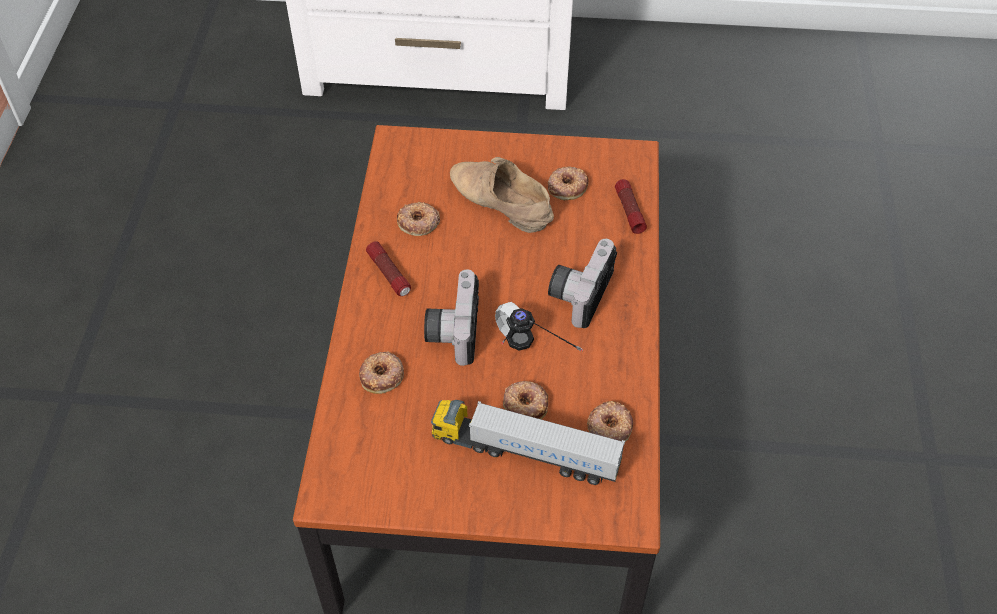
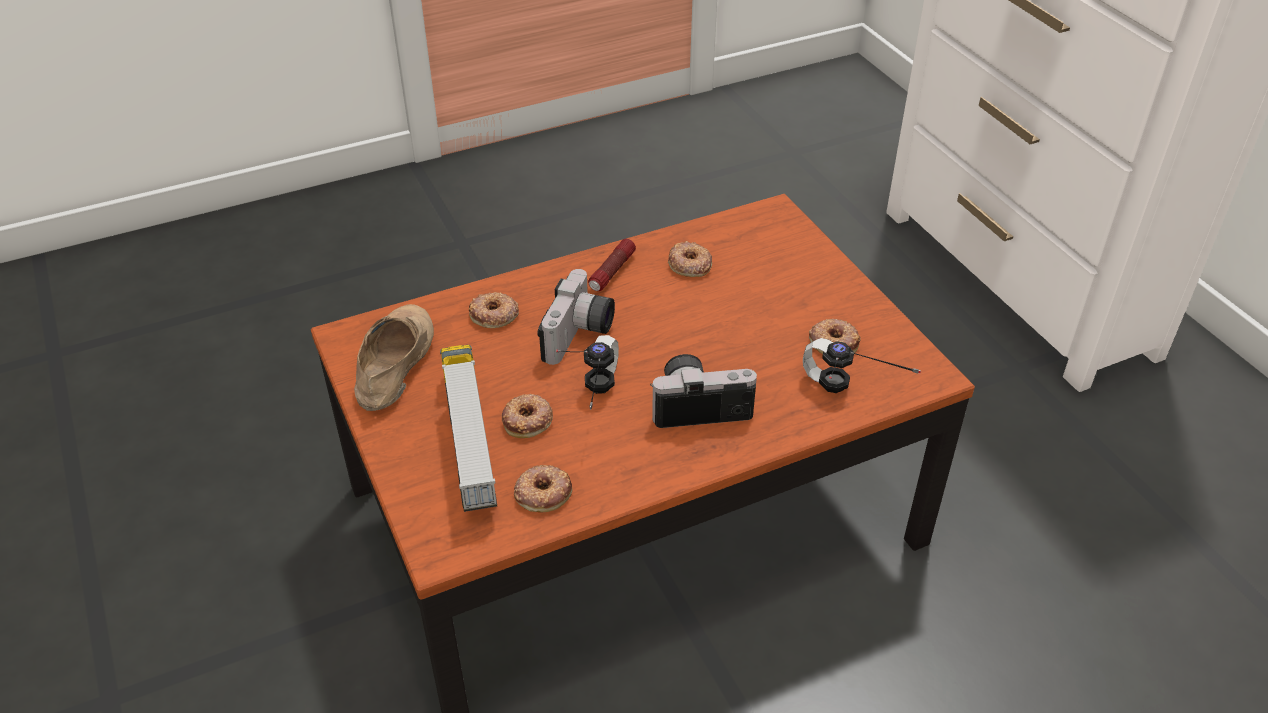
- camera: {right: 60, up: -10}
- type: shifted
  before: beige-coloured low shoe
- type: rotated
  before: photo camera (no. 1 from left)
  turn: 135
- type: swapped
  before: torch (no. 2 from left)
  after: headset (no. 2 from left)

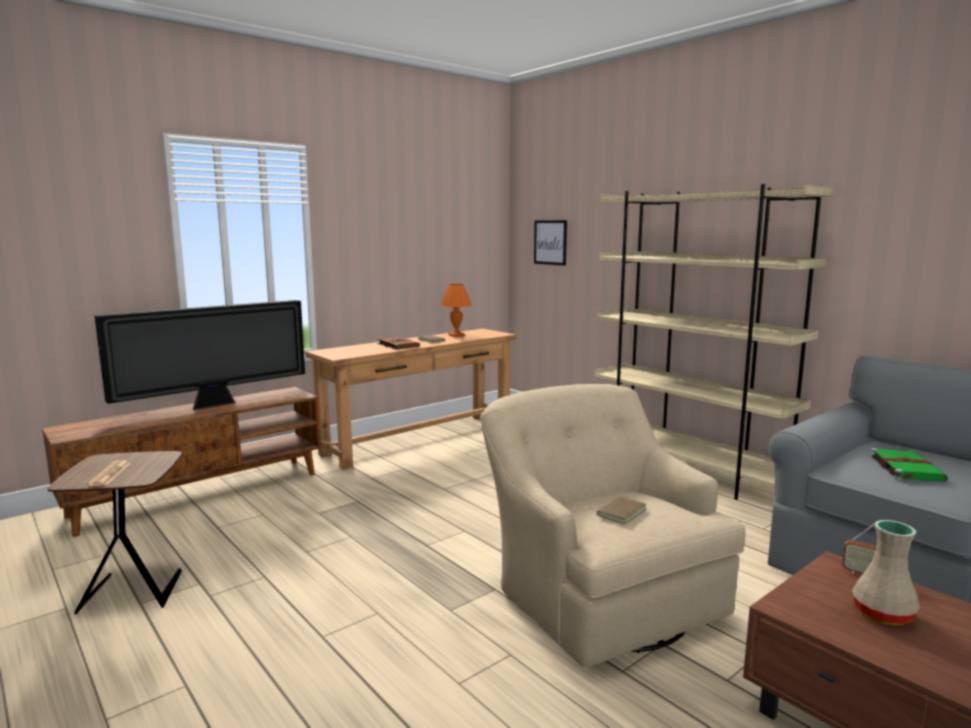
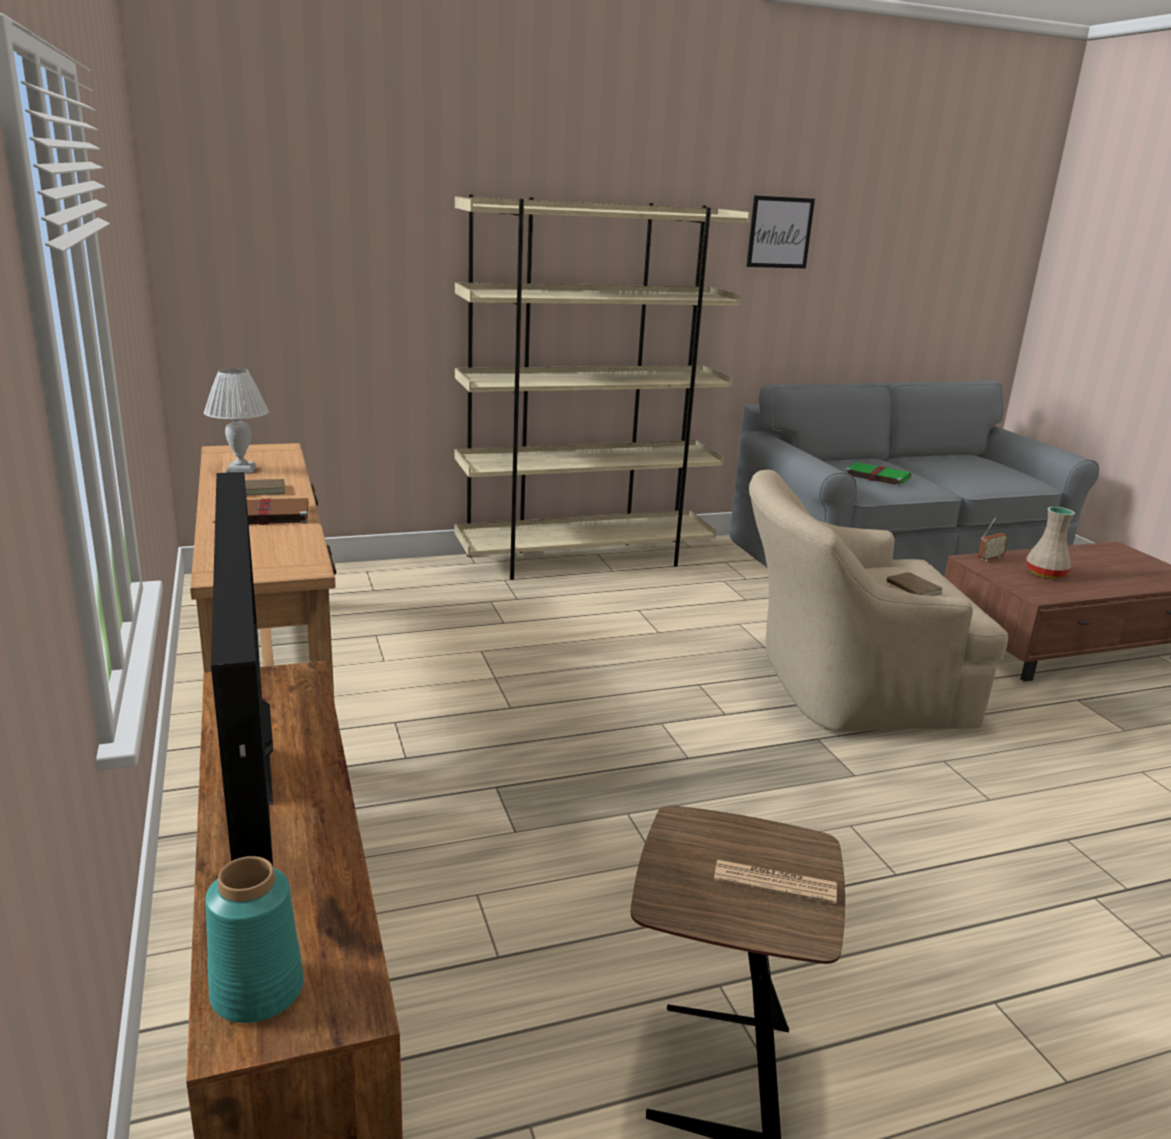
- camera: {right: -70, up: 10}
- type: repainted
  before: orange-coloured tabletop lamp
  after: white tabletop lamp
- type: new
  after: turquoise-coloured flower vase
- type: shifted
  before: wall art

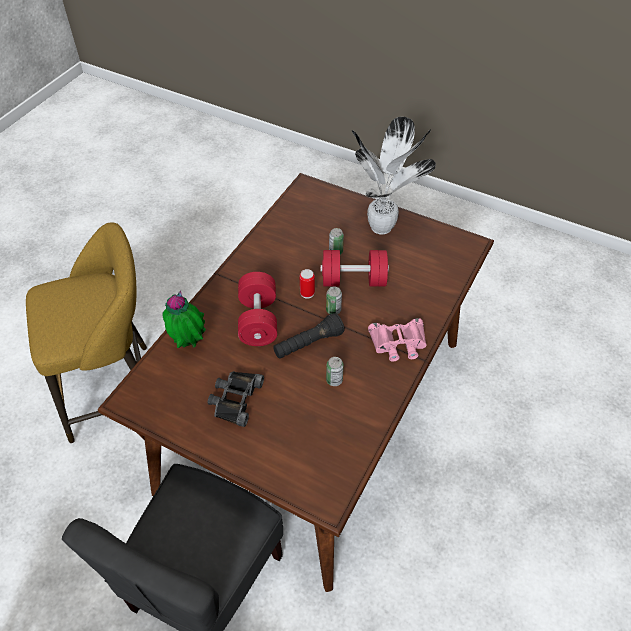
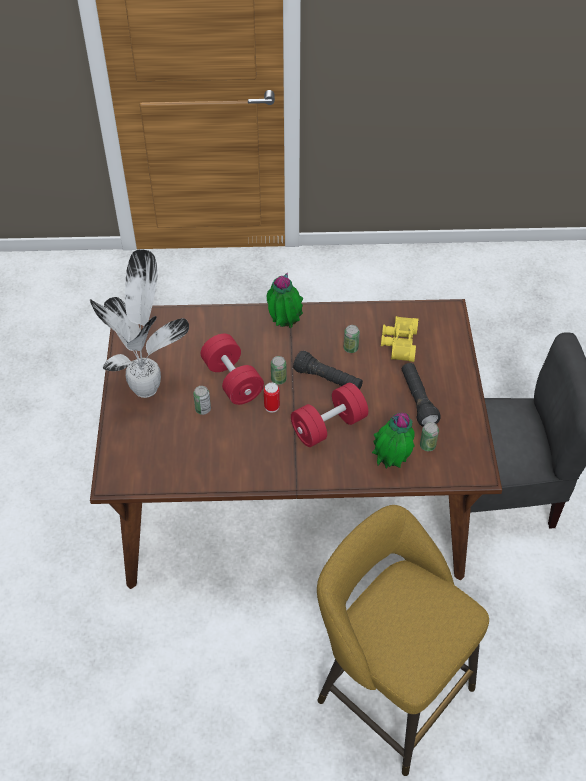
- camera: {right: -120, up: 0}
- type: swapped
  before: pinkish pair of binoculars
  after: plant in a pot (no. 2 from left)
- type: new
  after: yellowish pair of binoculars
- type: swapped
  before: black-coloured pair of binoculars
  after: black-coloured torch (no. 2 from left)
- type: new
  after: can (no. 5 from left)

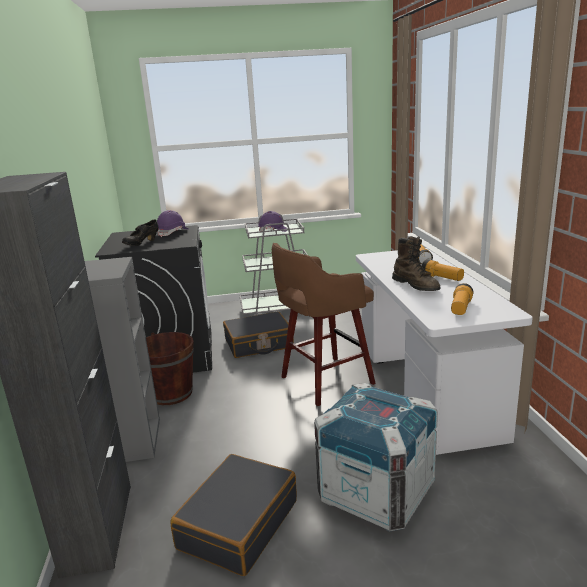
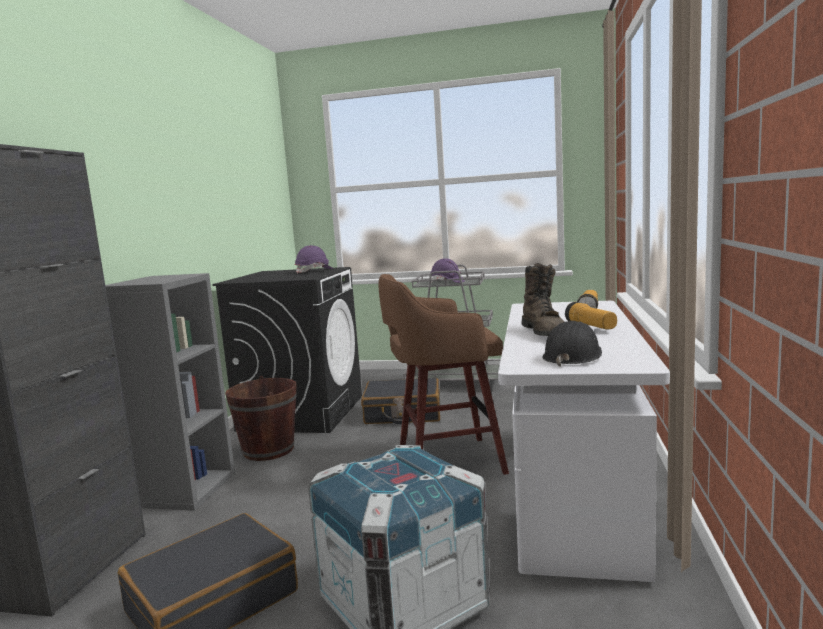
- camera: {right: 20, up: -10}
- type: swapped
  before: torch (no. 3 from left)
  after: black-coloured hard hat
- type: gone
  before: black-coloured low shoe

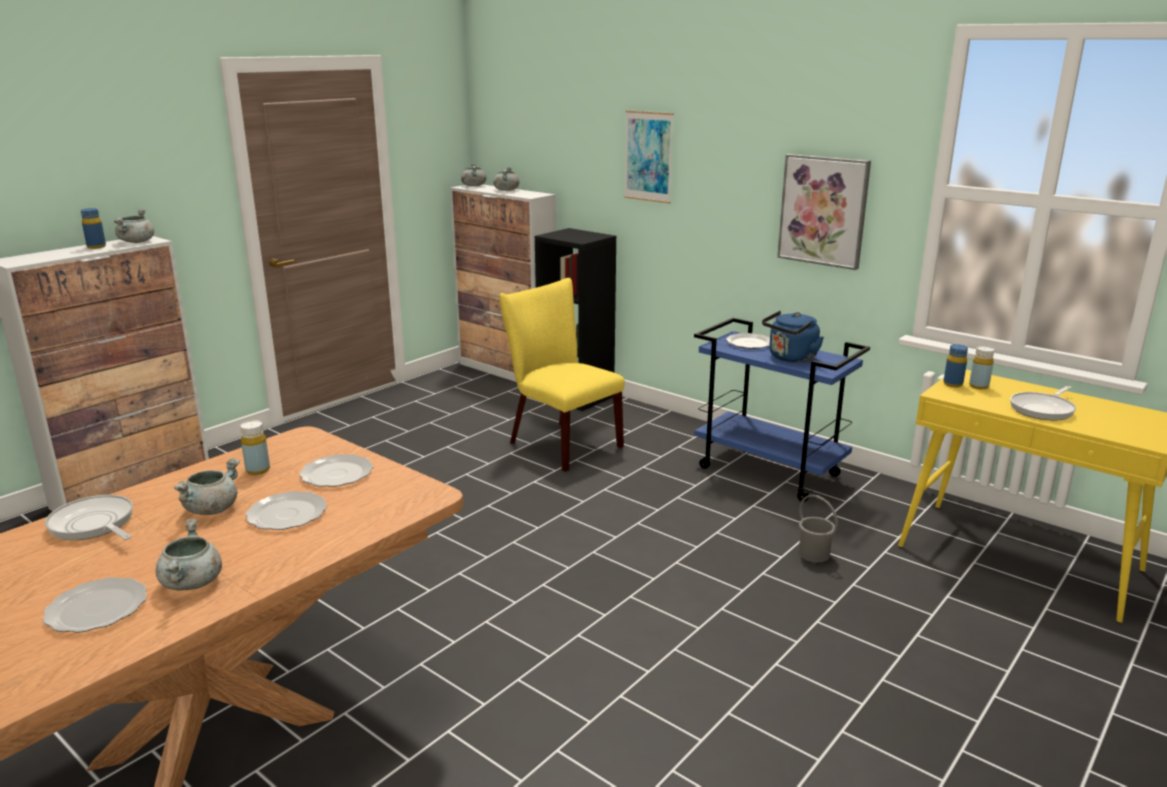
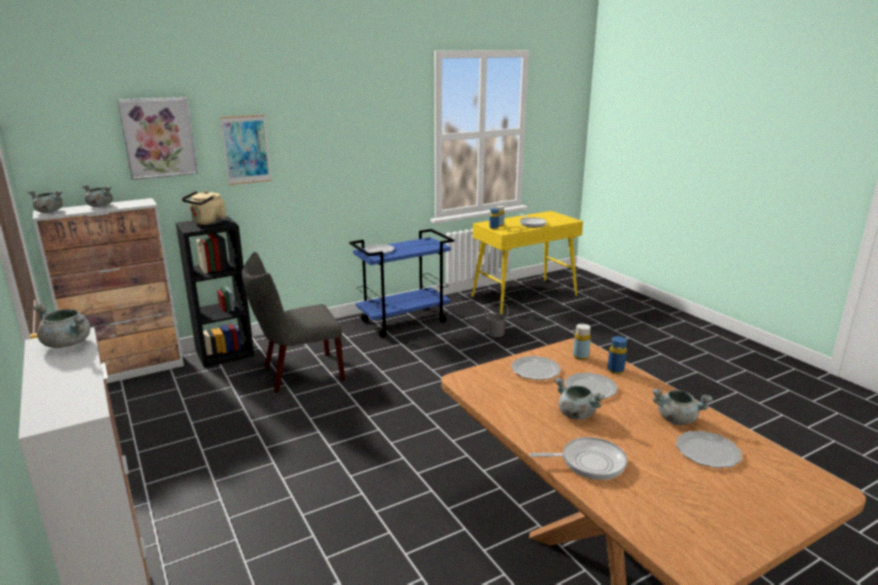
- camera: {right: -70, up: 0}
- type: shifted
  before: wall art (no. 2 from left in the first image)
  after: wall art (no. 1 from left)
- type: new
  after: beige-coloured water kettle
- type: repainted
  before: yellowish upright chair
  after: greyish upright chair
- type: rotated
  before: skillet (no. 1 from left in the first image)
  turn: -150
- type: shifted
  before: yellowish drink bottle (no. 1 from left in the first image)
  after: yellowish drink bottle (no. 2 from left)
- type: shifted
  before: bluish drink bottle (no. 1 from left in the first image)
  after: bluish drink bottle (no. 2 from left)
- type: gone
  before: bluish water kettle

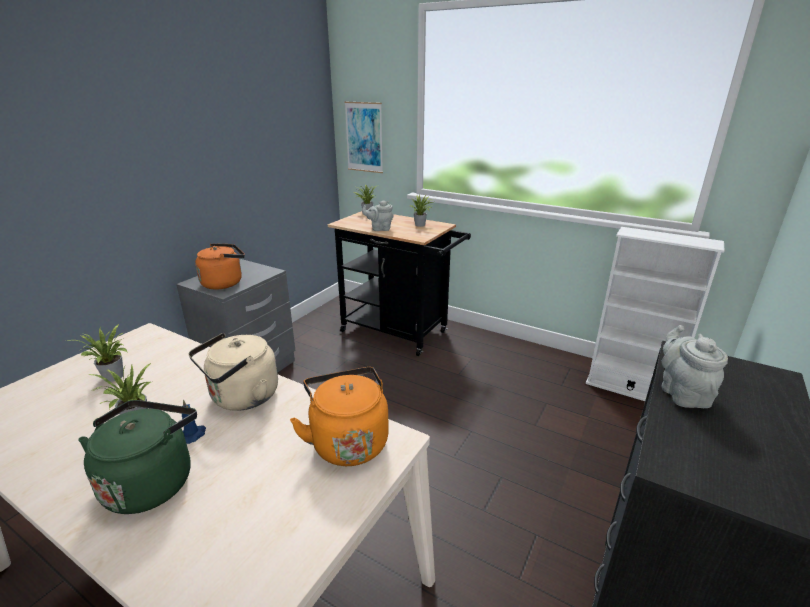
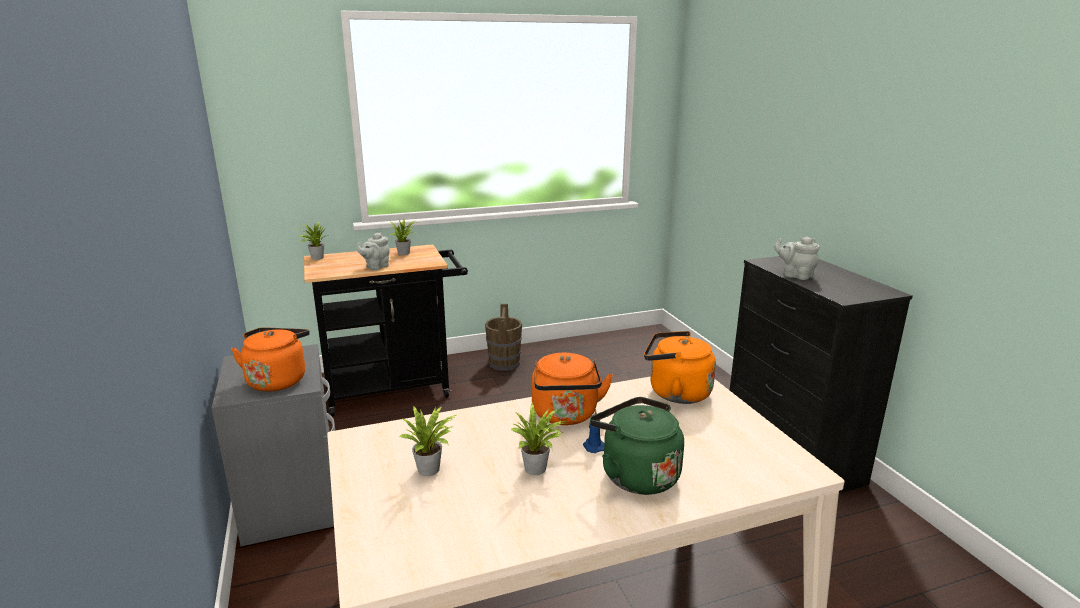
- camera: {right: -50, up: -5}
- type: new
  after: brown-coloured water bucket
- type: repainted
  before: beige-coloured water kettle
  after: orange-coloured water kettle (no. 2 from left)
- type: gone
  before: wall art
- type: gone
  before: white shelving unit

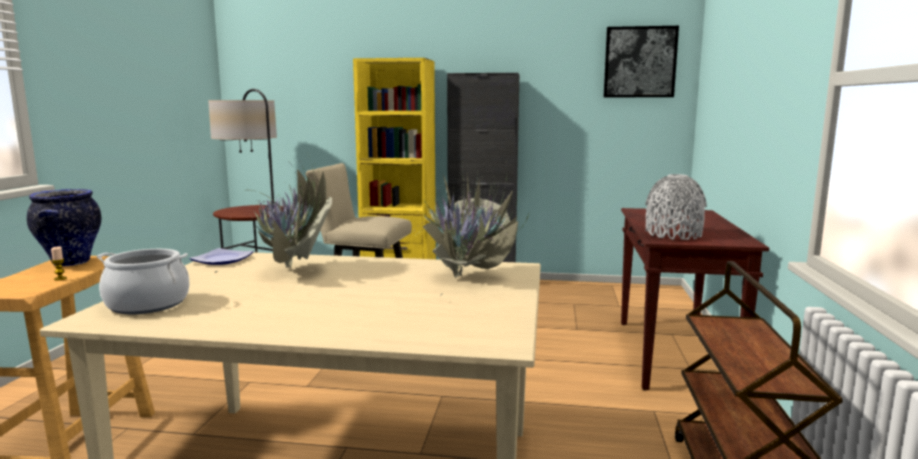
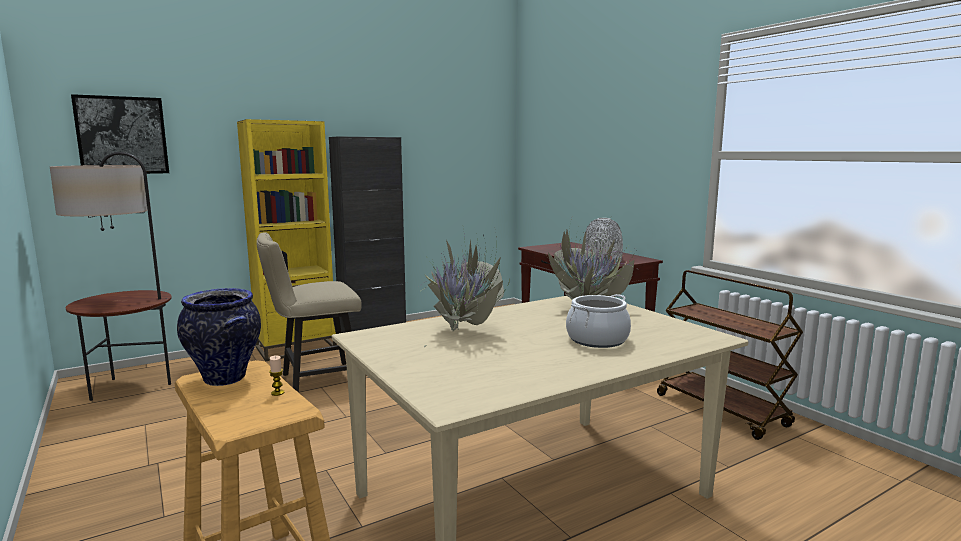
- camera: {right: -40, up: 0}
- type: shifted
  before: wall art
- type: shifted
  before: cooking pot
- type: gone
  before: flat dish

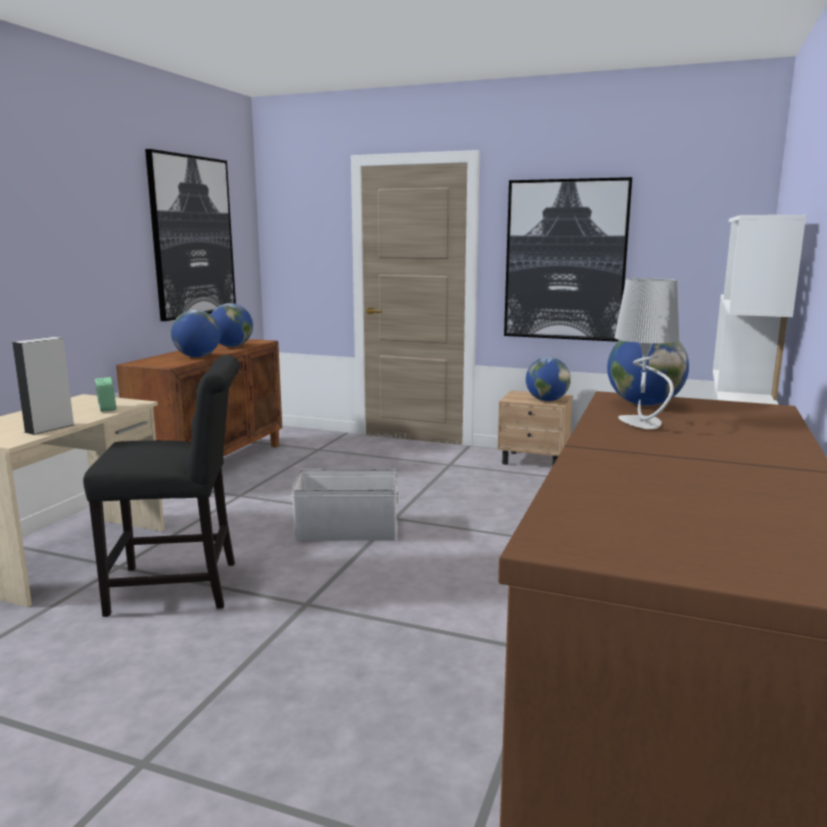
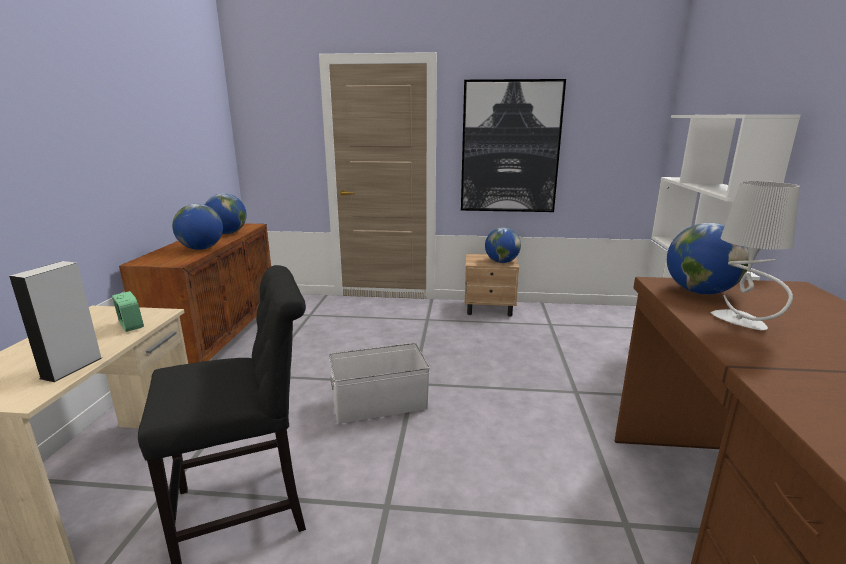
- camera: {right: -15, up: 5}
- type: gone
  before: wall art (no. 1 from left)

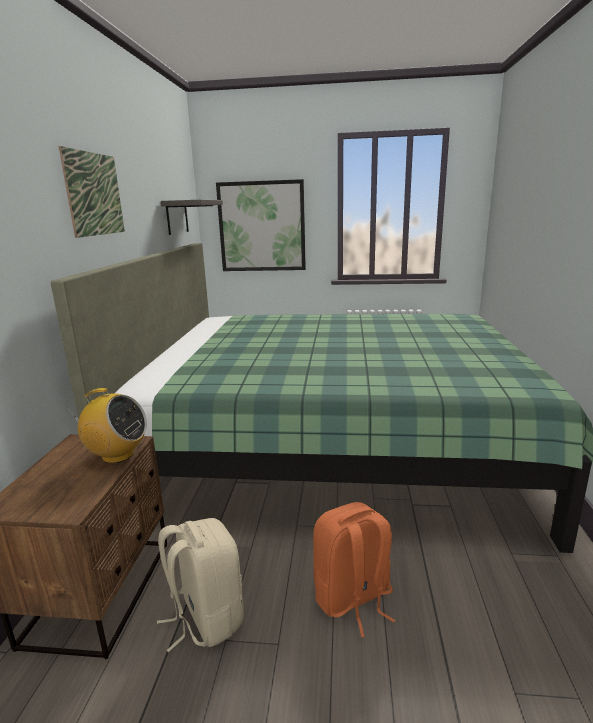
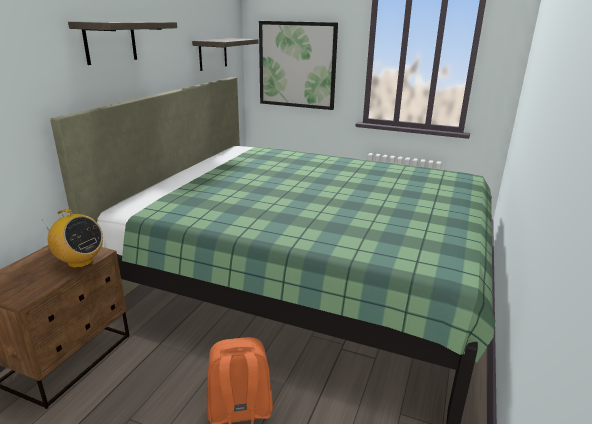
- camera: {right: 15, up: 5}
- type: swapped
  before: wall art (no. 1 from left)
  after: bracket shelf (no. 1 from left)
- type: gone
  before: beige-coloured rucksack

